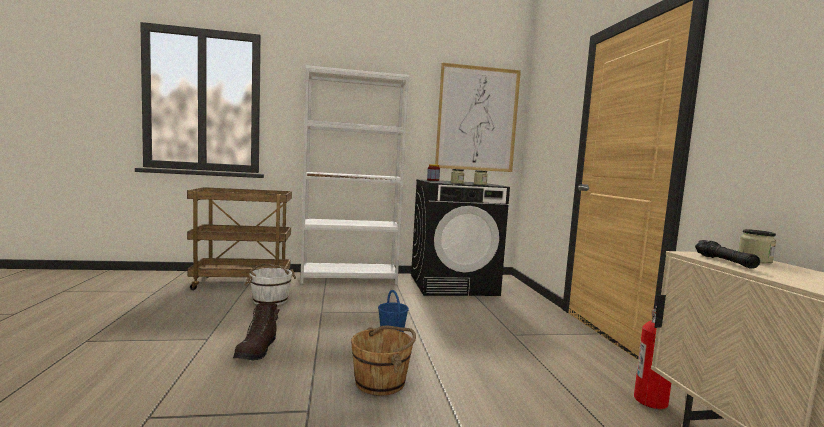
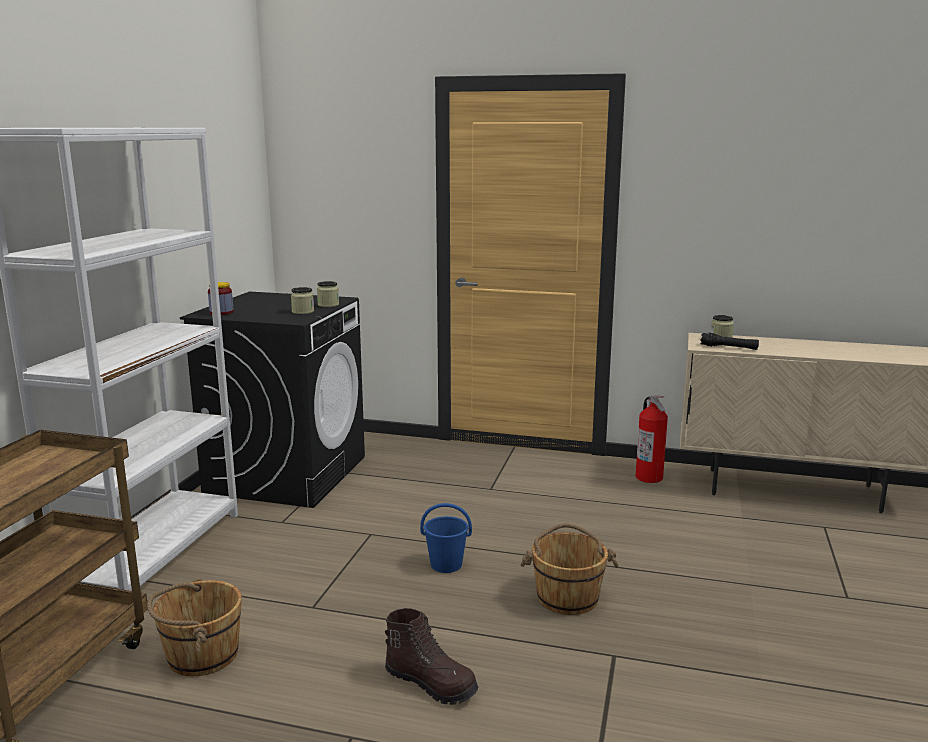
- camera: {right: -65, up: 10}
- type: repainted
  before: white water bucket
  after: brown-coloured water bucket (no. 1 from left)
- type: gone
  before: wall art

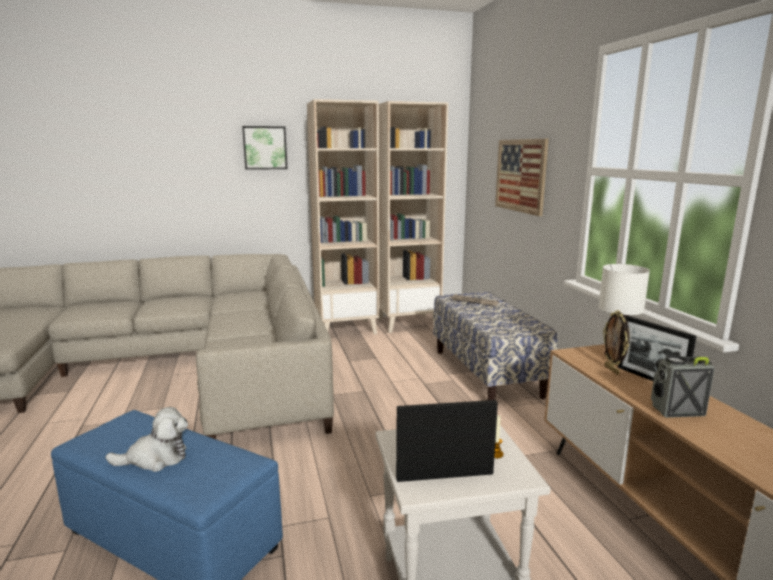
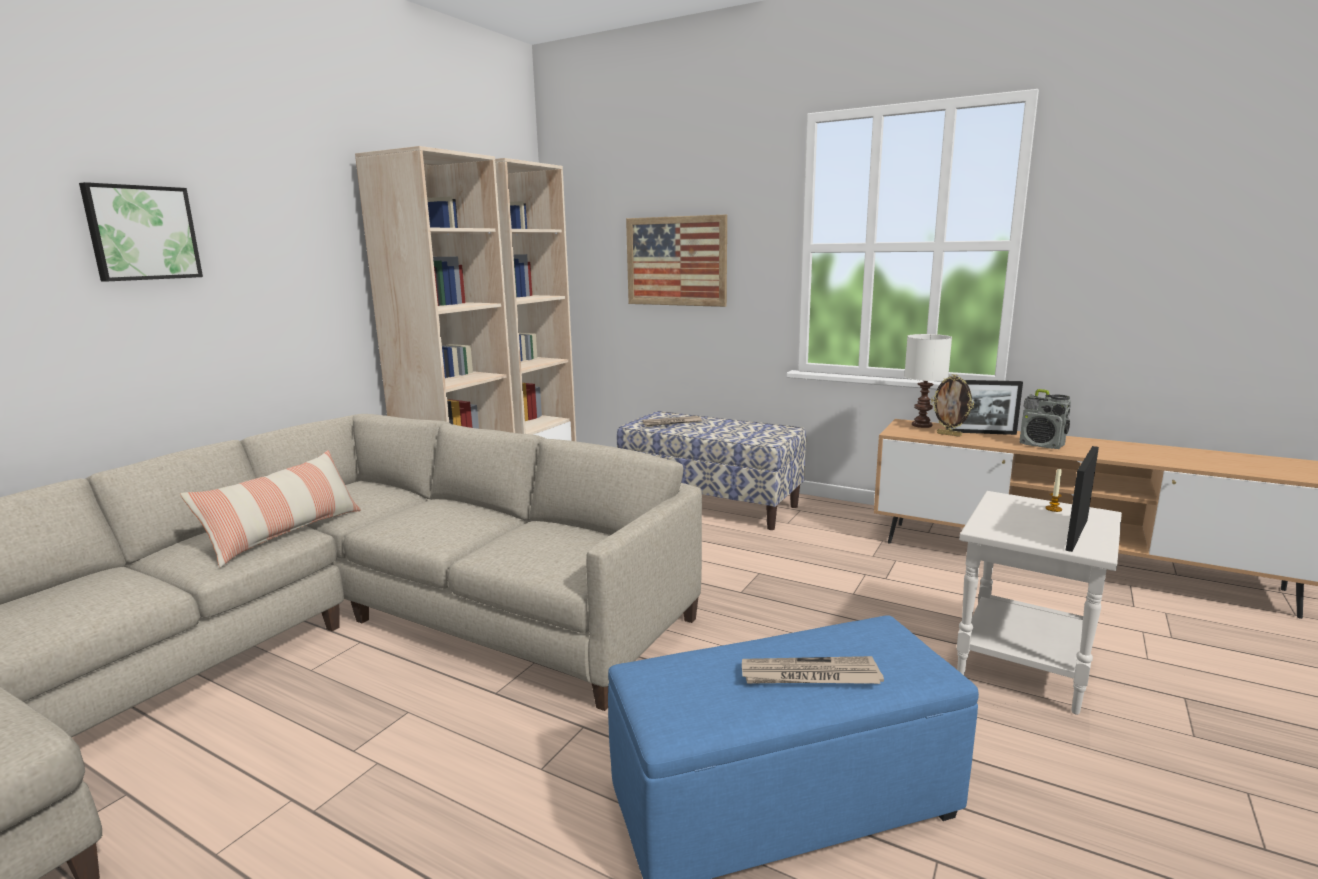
- camera: {right: -45, up: 0}
- type: shifted
  before: wall art (no. 1 from left)
- type: new
  after: pillow
- type: swapped
  before: cuddly toy
  after: printed paper (no. 2 from left)
- type: rotated
  before: radio receiver
  turn: -90

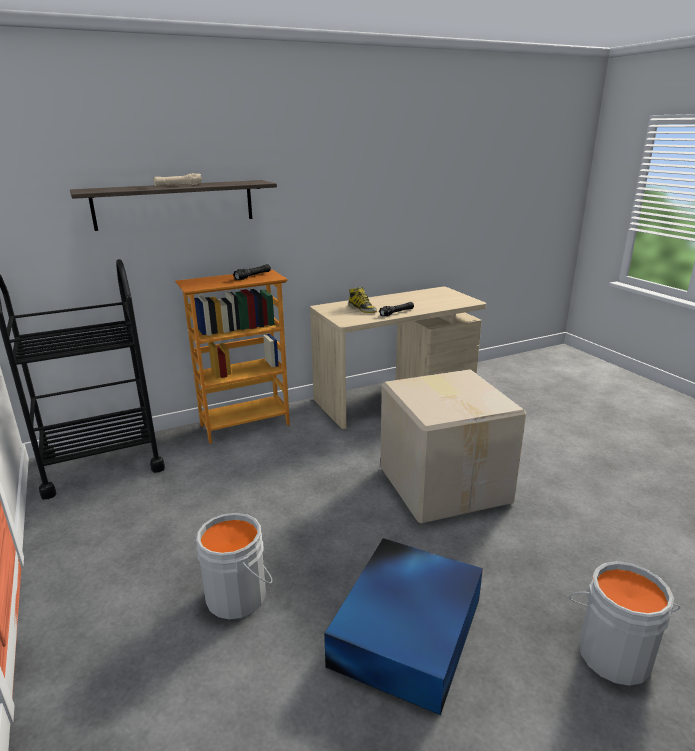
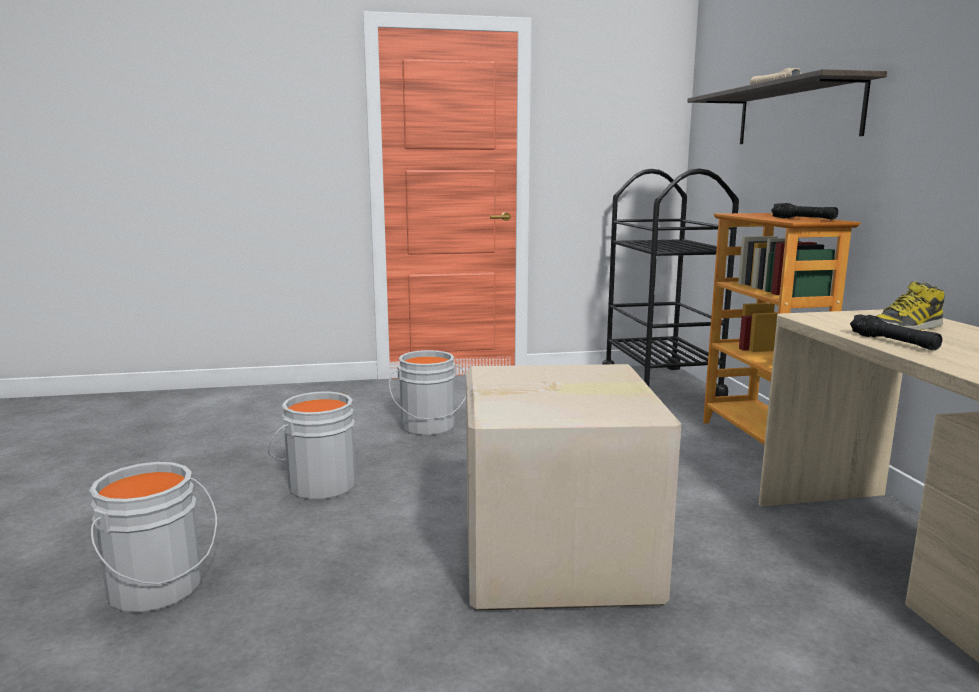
- camera: {right: 105, up: -10}
- type: swapped
  before: bluish storage bin
  after: greyish water bucket (no. 2 from left)

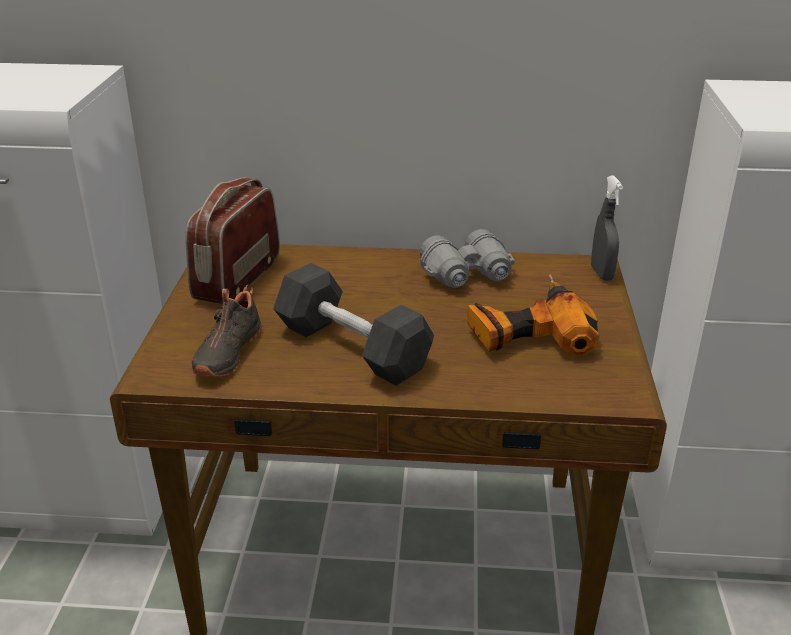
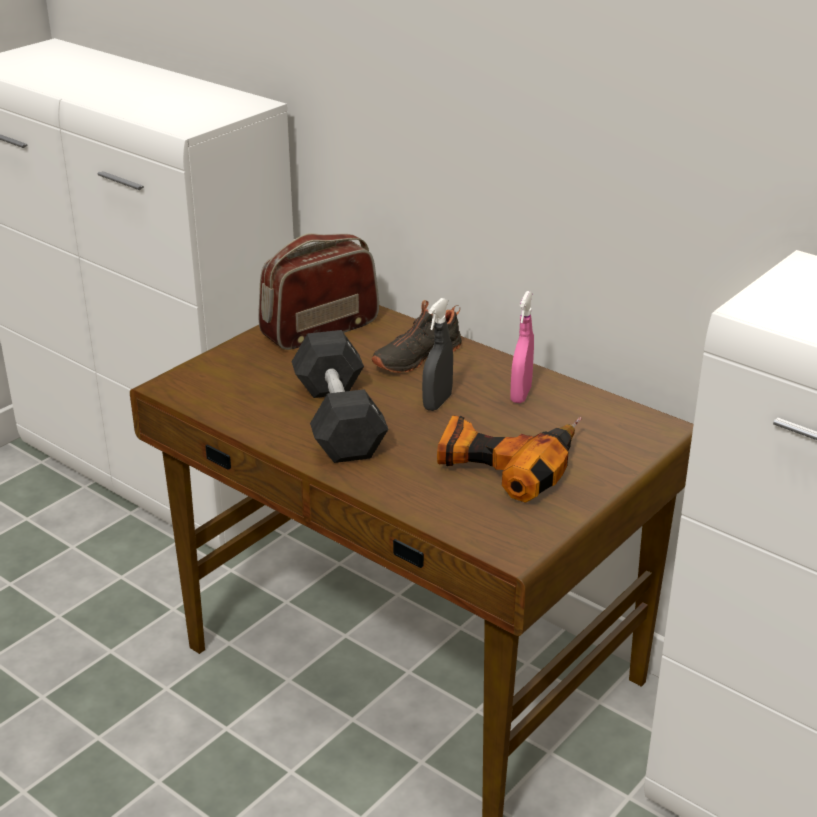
- camera: {right: 35, up: 0}
- type: shifted
  before: black-coloured low shoe
- type: shifted
  before: greyish spray bottle
- type: swapped
  before: greyish pair of binoculars
  after: pinkish spray bottle

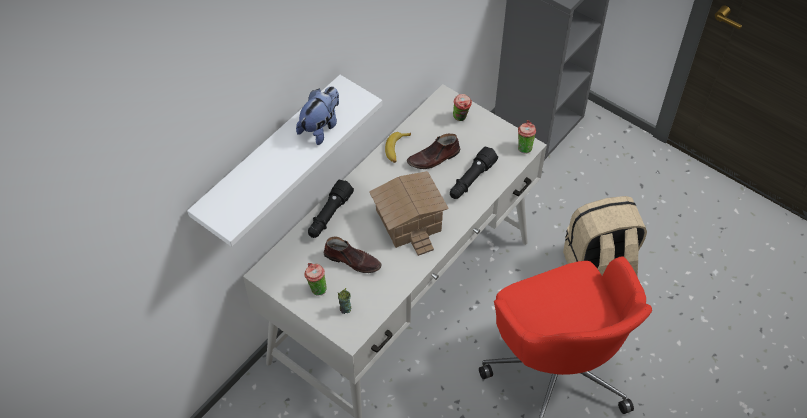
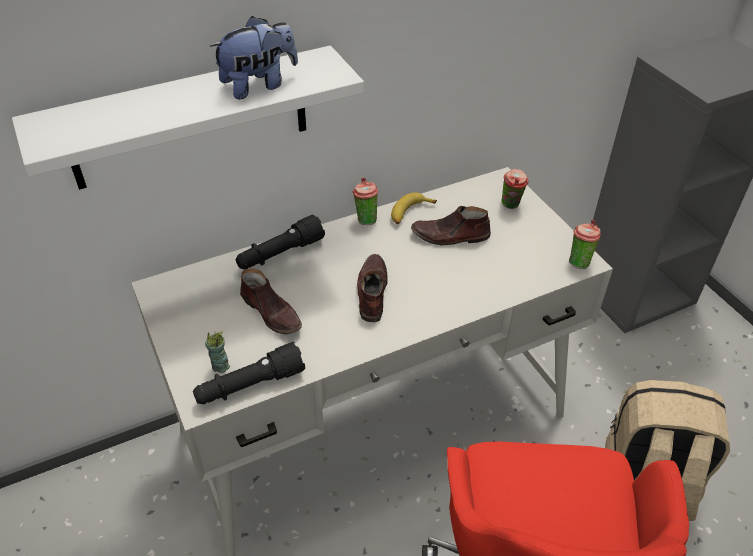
- camera: {right: 25, up: -10}
- type: shifted
  before: black-coloured torch (no. 2 from left in the first image)
  after: black-coloured torch (no. 1 from left)
- type: shifted
  before: drinking cup (no. 1 from left in the first image)
  after: drinking cup (no. 2 from left)
- type: swapped
  before: model house
  after: brown-coloured low shoe (no. 2 from left)

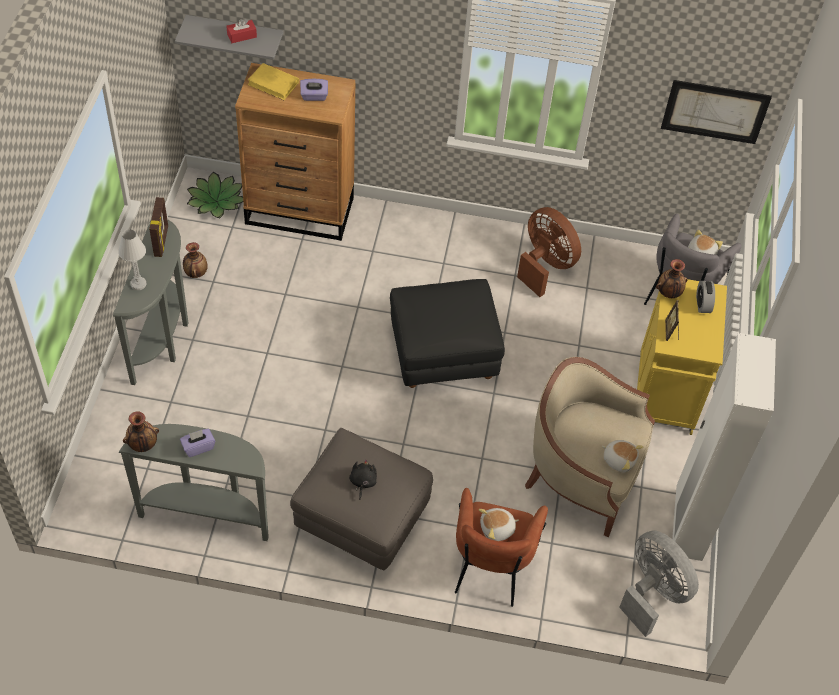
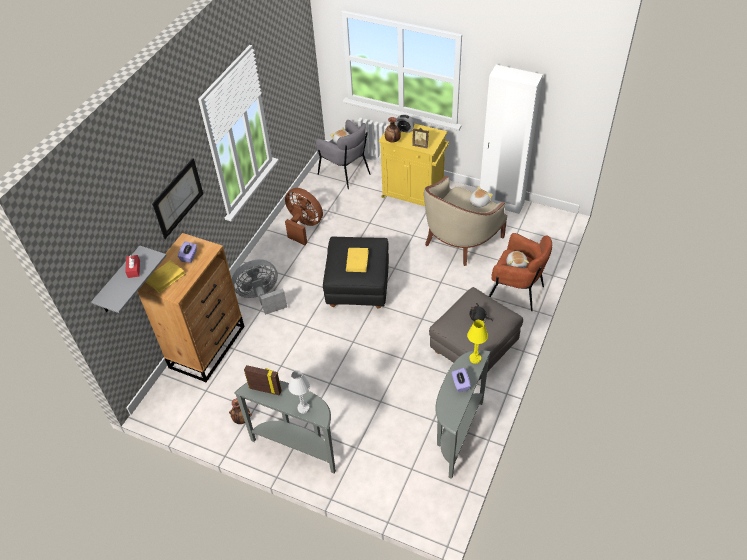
- camera: {right: -70, up: -5}
- type: shifted
  before: wall art
- type: shifted
  before: greyish cooling fan
- type: rotated
  before: brown-coloured cooling fan
  turn: 60
- type: new
  after: yellowish bound book (no. 2 from left)
- type: new
  after: yellowish tabletop lamp
- type: gone
  before: flower vase (no. 1 from left)
- type: gone
  before: plant in a pot

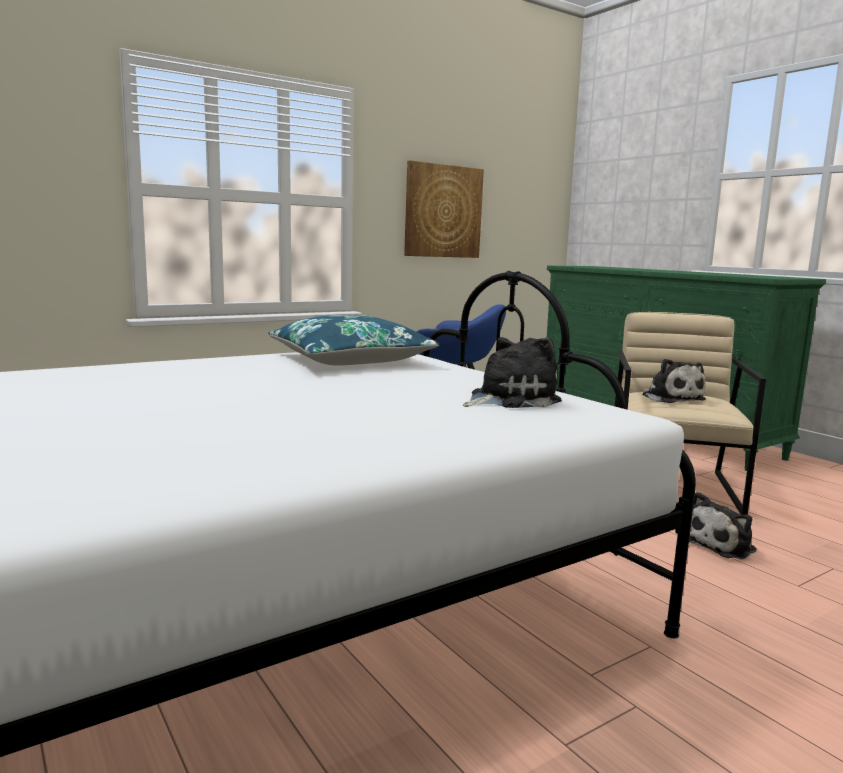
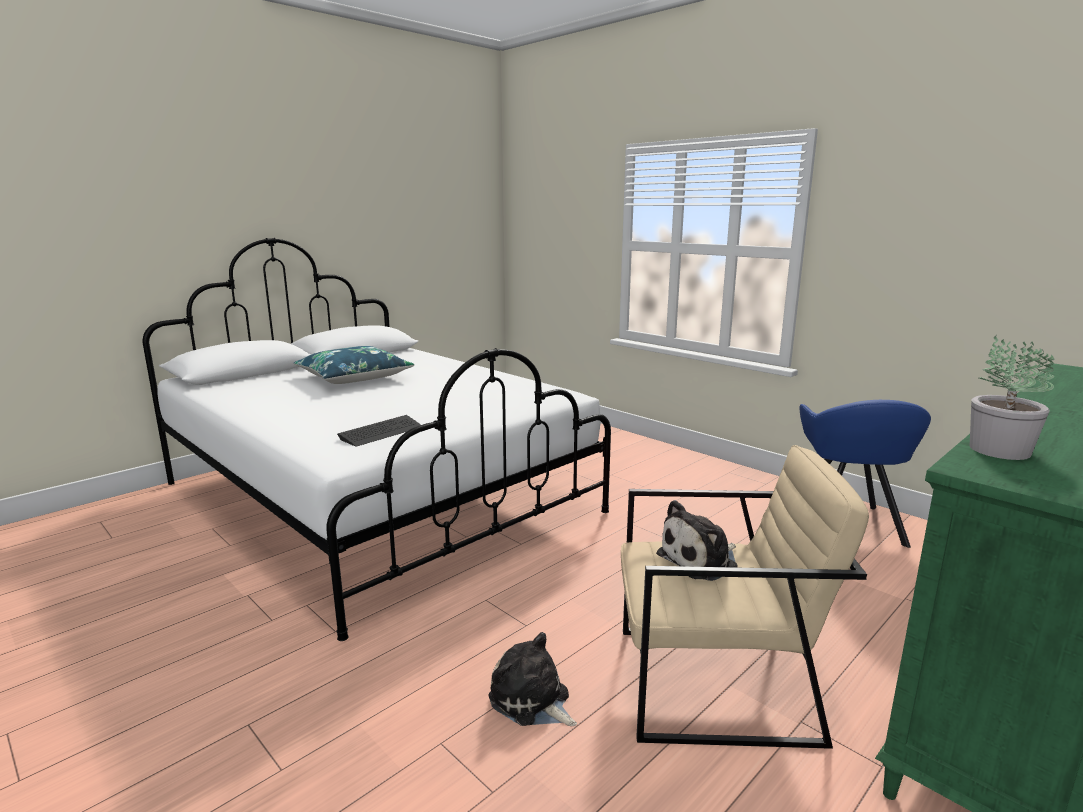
- camera: {right: 80, up: 5}
- type: shifted
  before: bluish pillow
- type: swapped
  before: cuddly toy (no. 1 from left)
  after: PC keyboard
- type: new
  after: plant in a pot
- type: gone
  before: wall art

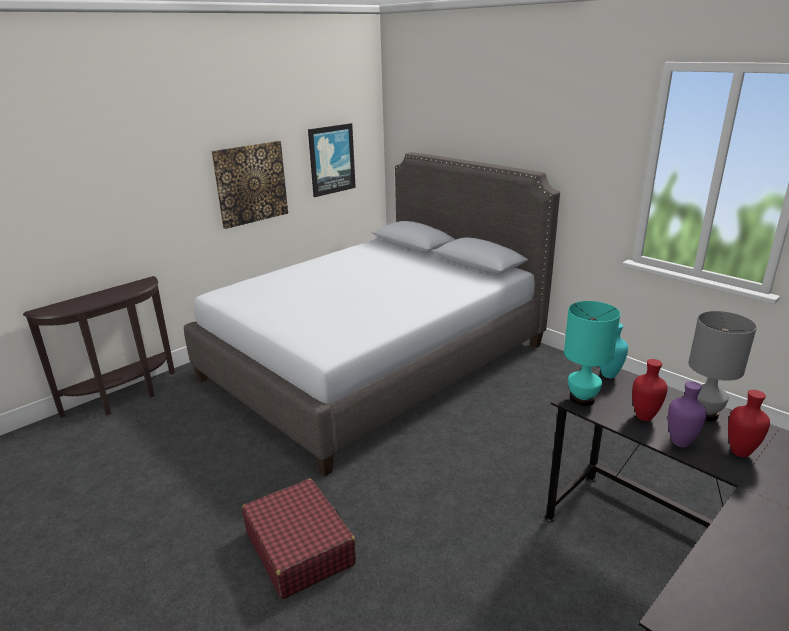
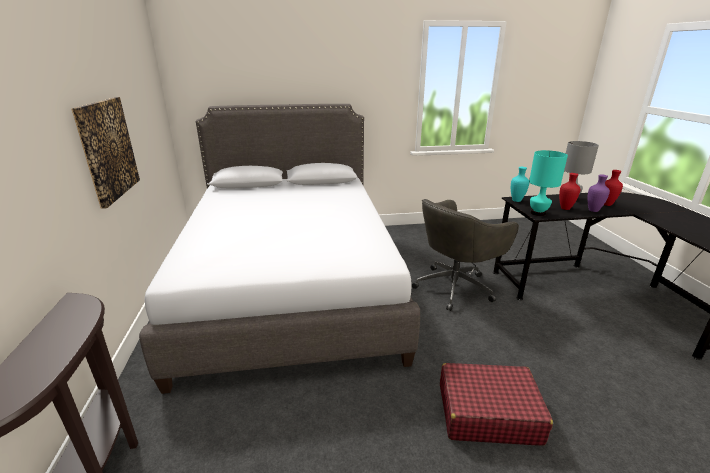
- camera: {right: -55, up: 0}
- type: new
  after: greyish office chair
- type: gone
  before: wall art (no. 2 from left)

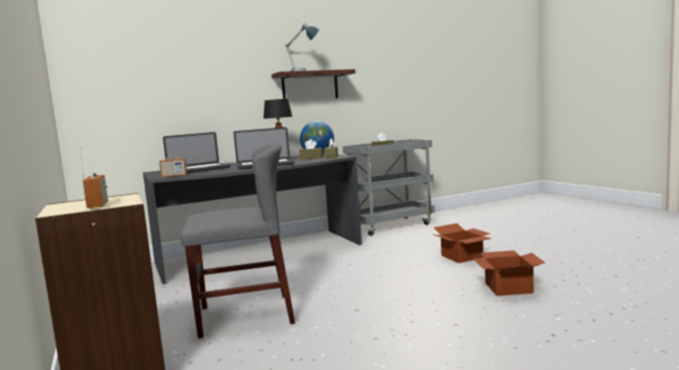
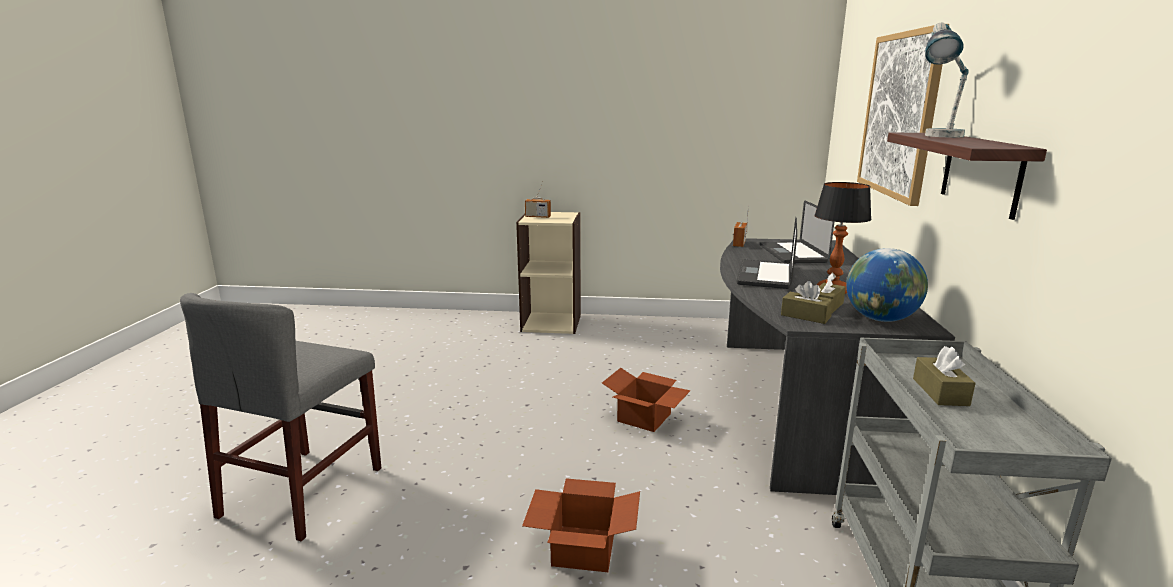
- camera: {right: 120, up: 10}
- type: shifted
  before: greyish upright chair
- type: shifted
  before: packing box (no. 2 from left)
- type: new
  after: wall art

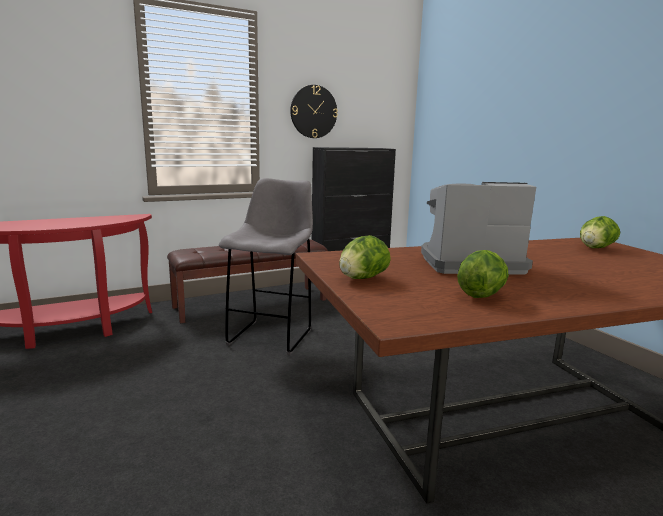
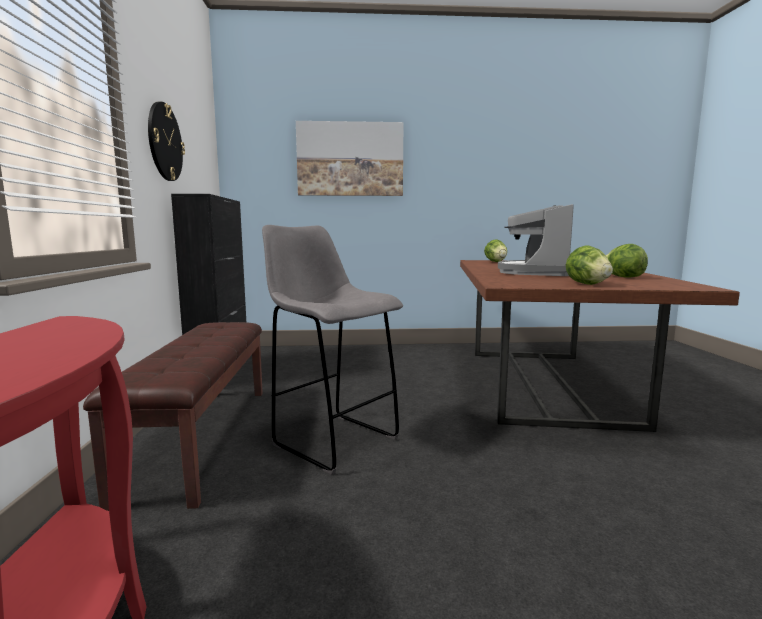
- camera: {right: -65, up: -5}
- type: new
  after: wall art

